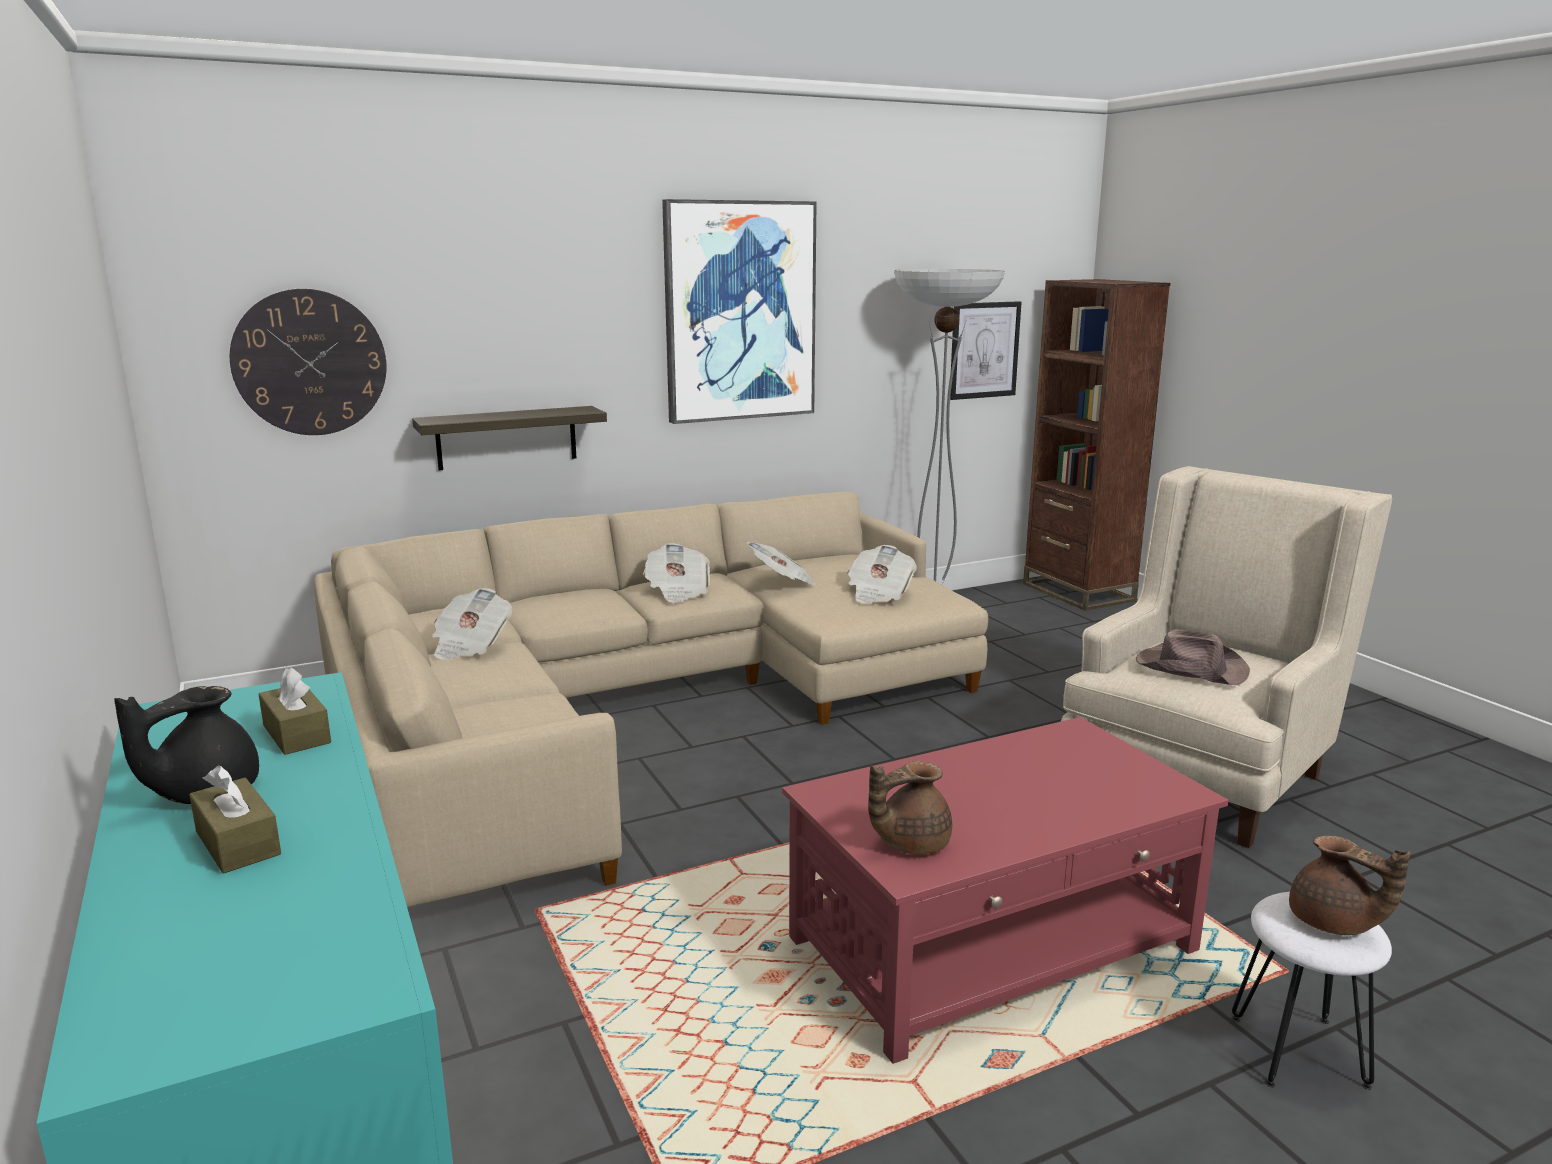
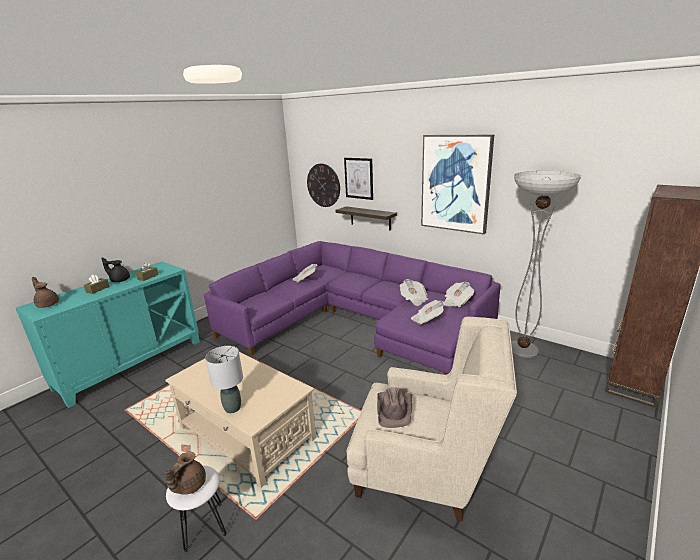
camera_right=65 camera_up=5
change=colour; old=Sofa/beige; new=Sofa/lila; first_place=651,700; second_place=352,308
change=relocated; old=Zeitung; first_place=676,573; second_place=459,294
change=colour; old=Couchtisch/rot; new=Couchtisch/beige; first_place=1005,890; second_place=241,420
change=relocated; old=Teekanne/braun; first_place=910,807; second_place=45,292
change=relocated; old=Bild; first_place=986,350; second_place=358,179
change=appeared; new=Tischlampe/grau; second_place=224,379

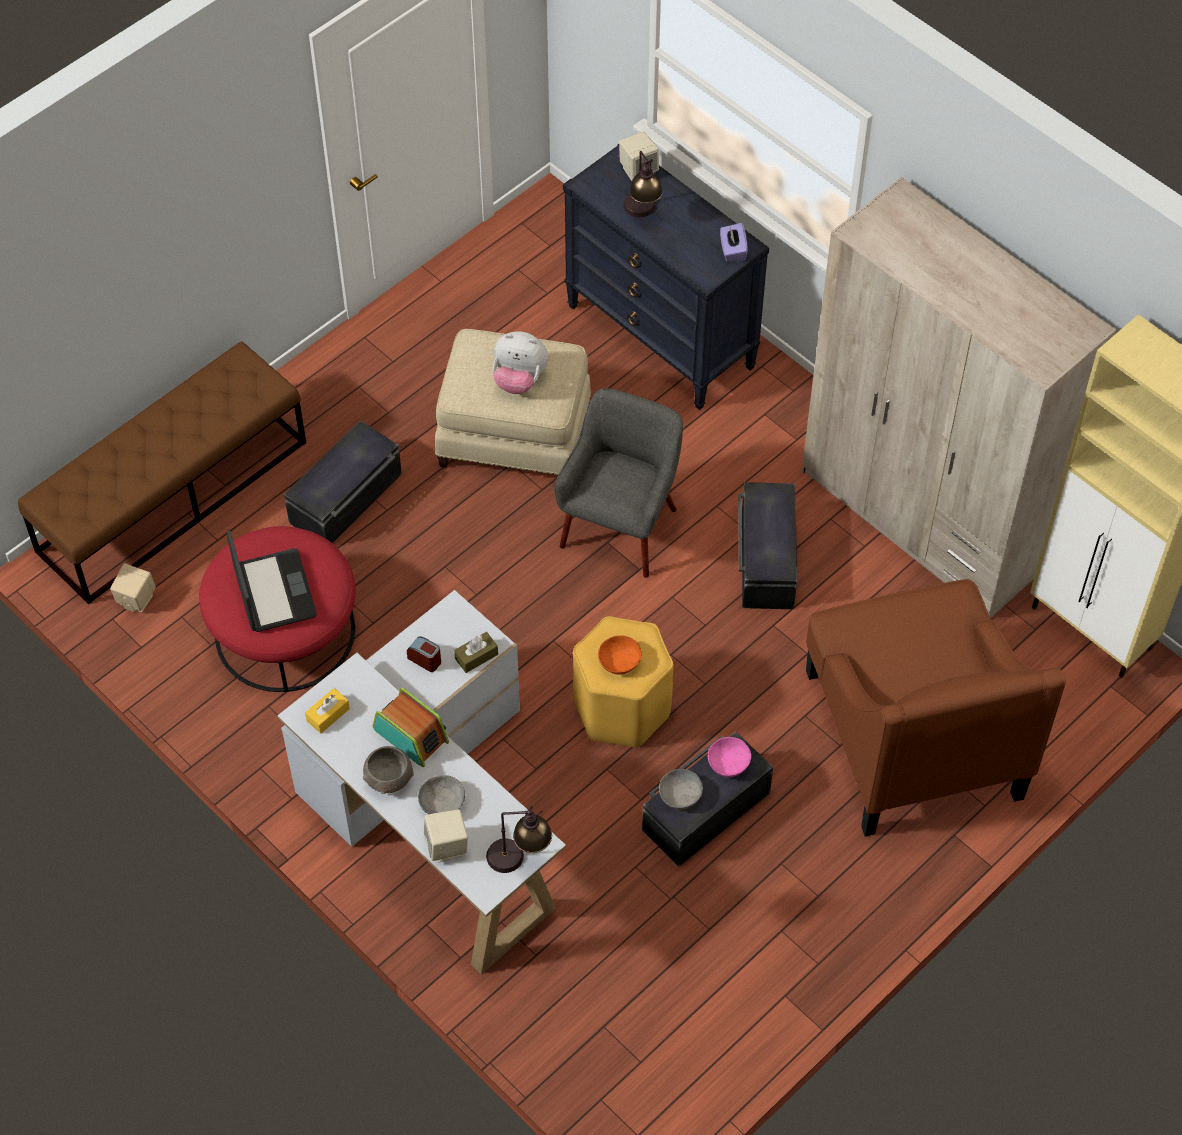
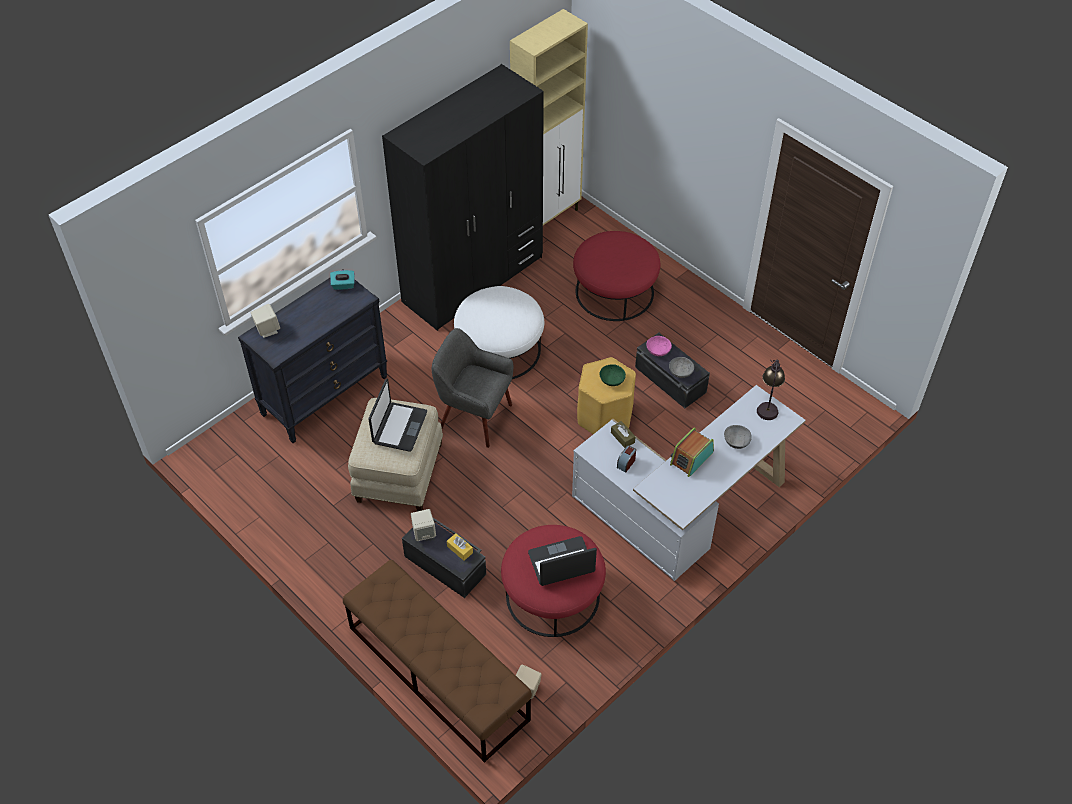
camera_right=-90 camera_up=-5
change=relocated; old=Taschentuchbox/gelb; first_place=327,711; second_place=460,547
change=missing; old=Schüssel/grau; first_place=388,770
change=relocated; old=Lautsprecher/beige; first_place=446,836; second_place=423,525
change=exchanged; old=Plüschtier; new=Laptop; first_place=520,362; second_place=397,415
change=colour; old=Schüssel/orange; new=Schüssel/grün; first_place=620,655; second_place=613,375
change=missing; old=Tischlampe; first_place=643,184
change=colour; old=Taschentuchbox/lila; new=Taschentuchbox/türkis; first_place=734,242; second_place=342,280
change=exchanged; old=Aufbewahrungsbox/schwarz; new=Polsterhocker/weiß; first_place=767,545; second_place=499,332
change=colour; old=Kleiderschrank/beige; new=Kleiderschrank/schwarz; first_place=959,397; second_place=463,197
change=exchanged; old=Sessel/braun; new=Polsterhocker/rot; first_place=936,707; second_place=616,276

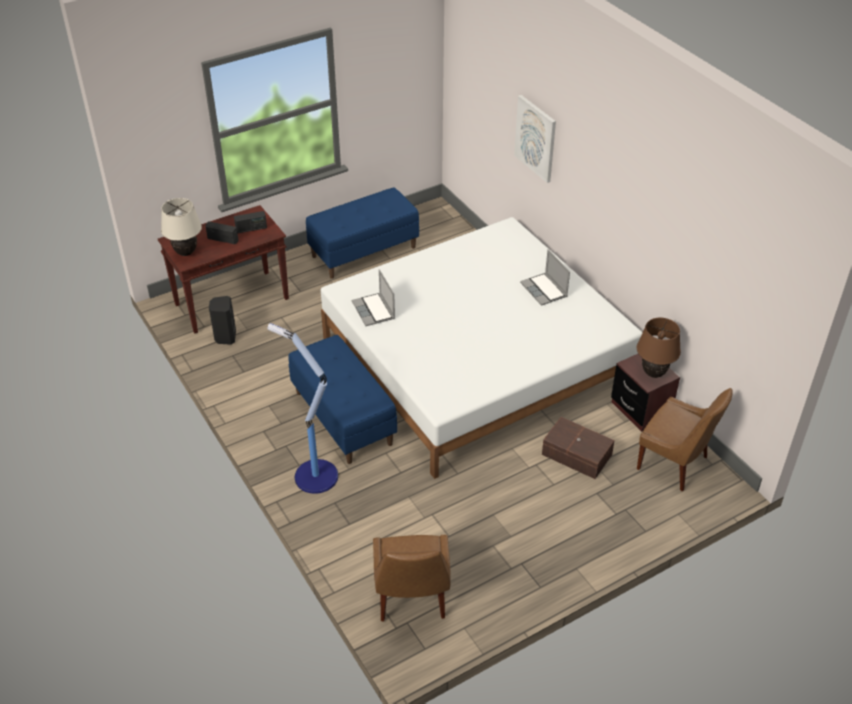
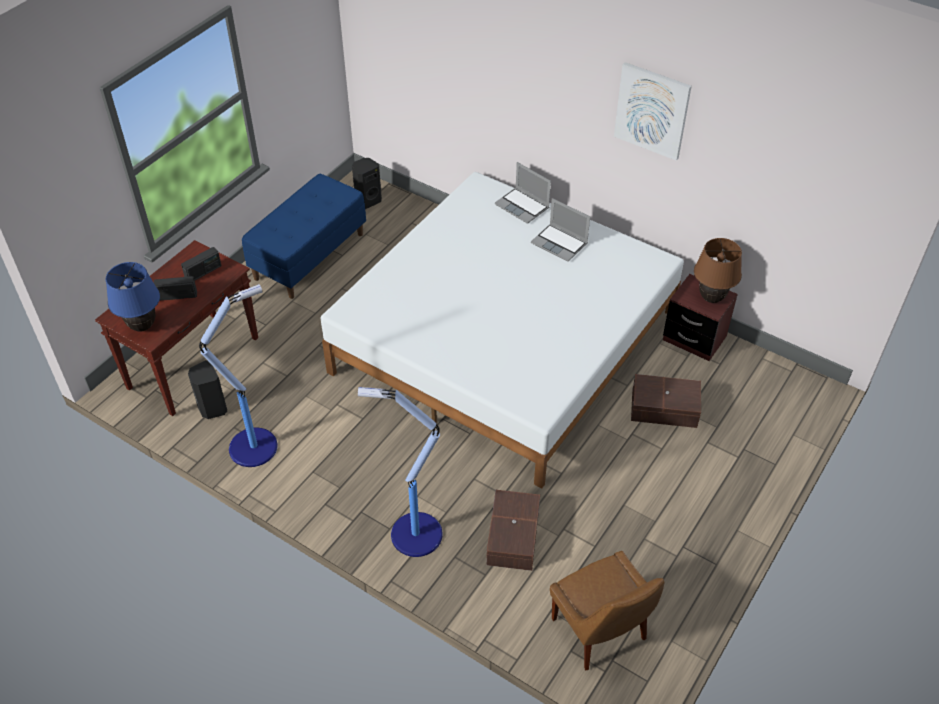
camera_right=-25 camera_up=5
change=colour; old=Tischlampe/beige; new=Tischlampe/blau; first_place=181,227; second_place=133,296
change=missing; old=Bank/blau; first_place=342,399
change=relocated; old=Laptop; first_place=373,297; second_place=523,193
change=relocated; old=Bild; first_place=535,139; second_place=653,111
change=missing; old=Stuhl/braun; first_place=685,439
change=appeared; new=Stehlampe; second_place=238,375
change=appeared; new=Lautsprecher/schwarz; second_place=367,183
change=appeared; new=Aufbewahrungsbox/braun; second_place=513,530

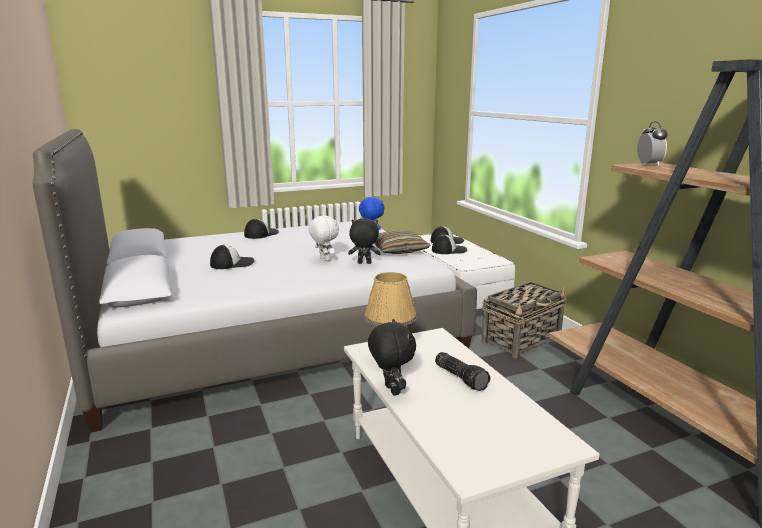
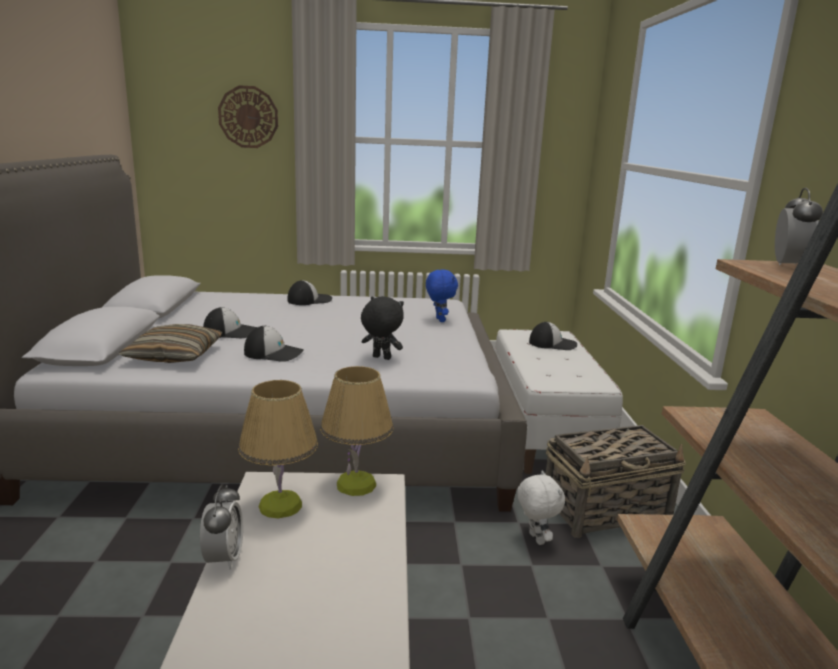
camera_right=20 camera_up=0
change=relocated; old=Plüschtier/weiß; first_place=323,238; second_place=541,507
change=exchanged; old=Plüschtier/schwarz; new=Wecker; first_place=392,357; second_place=221,527
change=relocated; old=Kissen; first_place=402,242; second_place=170,343
change=relocated; old=Kappe; first_place=449,244; second_place=274,344
change=missing; old=Taschenlampe; first_place=462,371
change=appeared; new=Wanduhr; second_place=248,116
change=appeared; new=Tischlampe; second_place=356,431

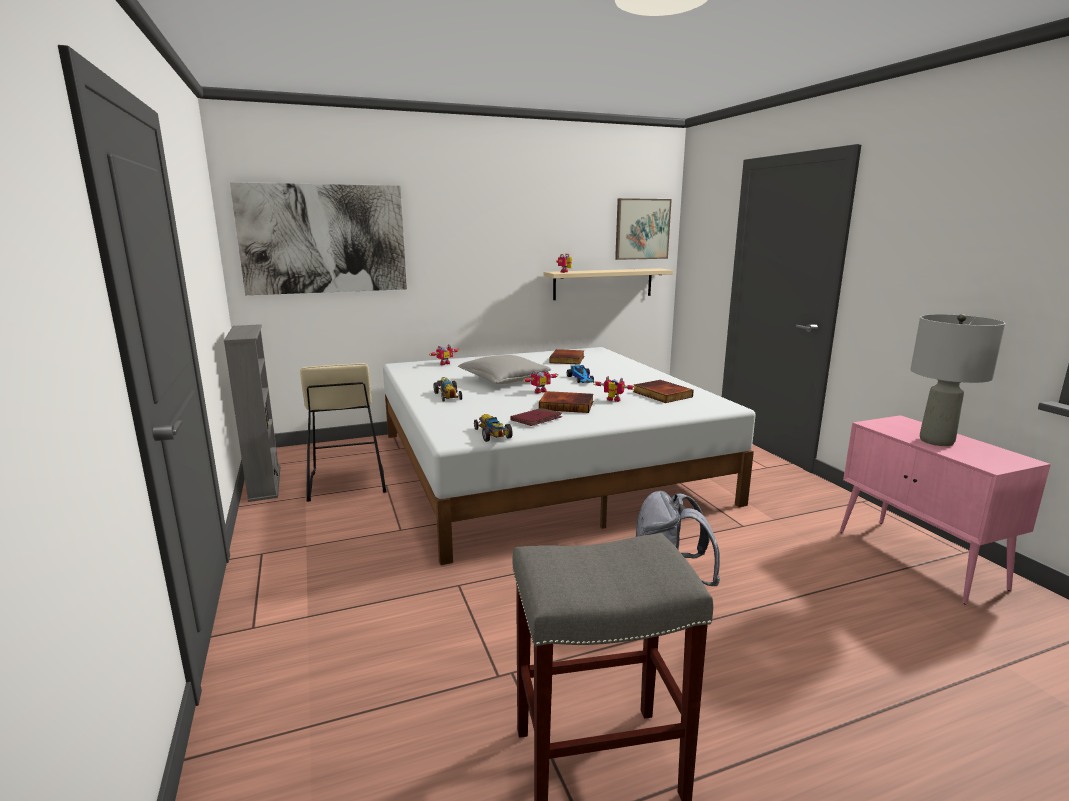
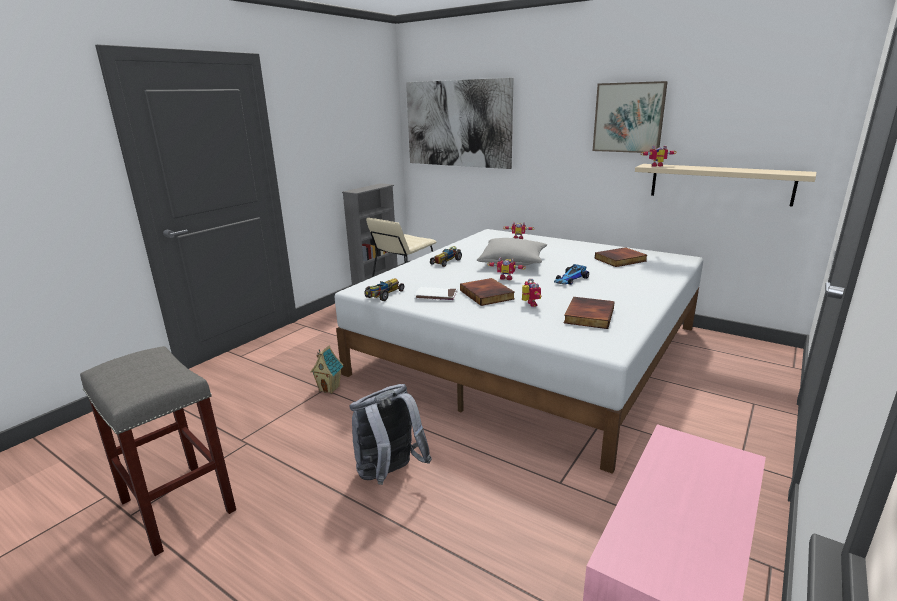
camera_right=55 camera_up=5
change=colour; old=Buch/rot; new=Buch/weiß; first_place=536,417; second_place=435,294
change=relocated; old=Bild; first_place=643,229; second_place=630,117
change=missing; old=Tischlampe/grau; first_place=957,380
change=appeared; new=Spielzeughaus; second_place=327,369

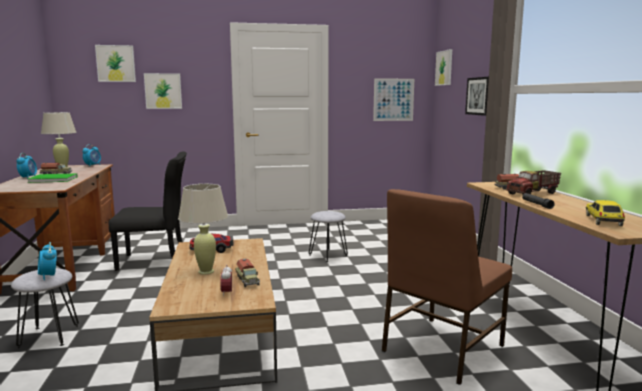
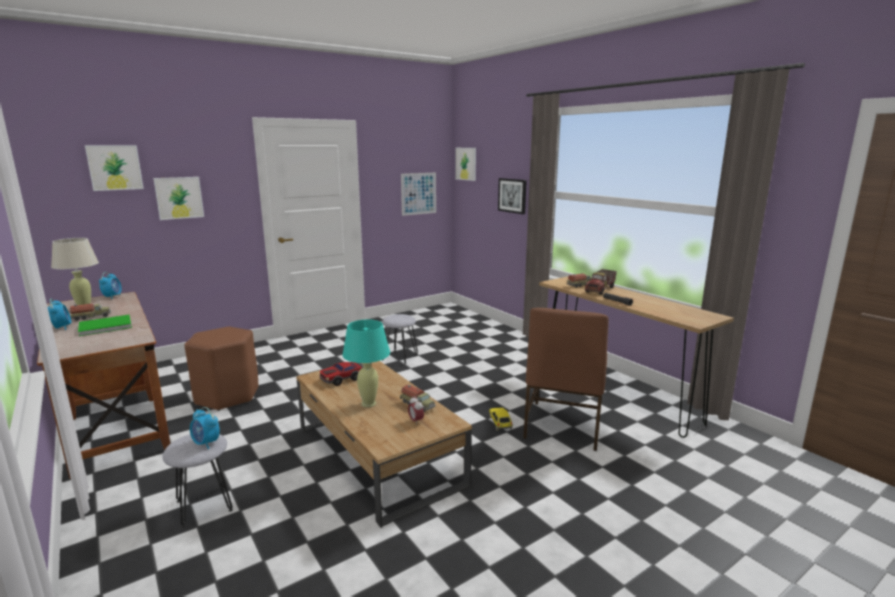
camera_right=-25 camera_up=5
change=exchanged; old=Stuhl/schwarz; new=Hocker/braun; first_place=148,211; second_place=221,369
change=colour; old=Tischlampe/beige; new=Tischlampe/türkis; first_place=203,229; second_place=366,363
change=relocated; old=Spielzeugauto; first_place=605,213; second_place=501,419

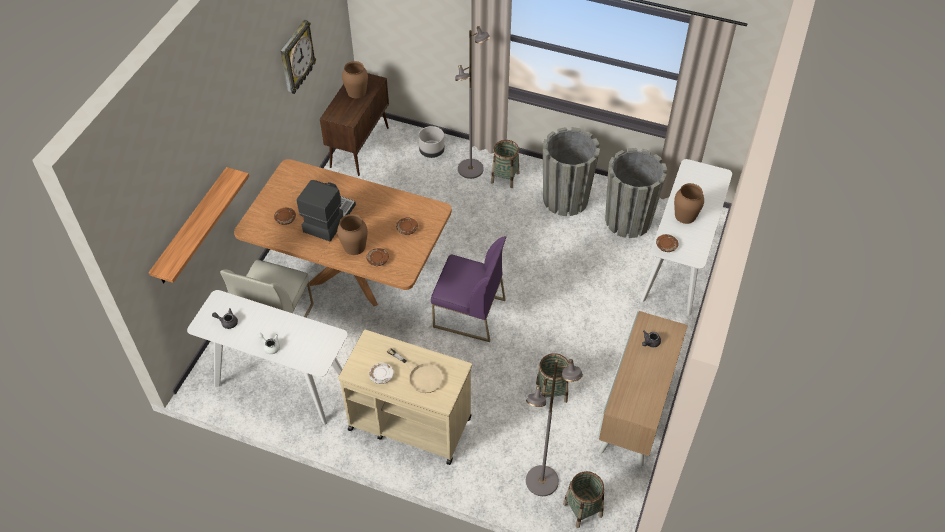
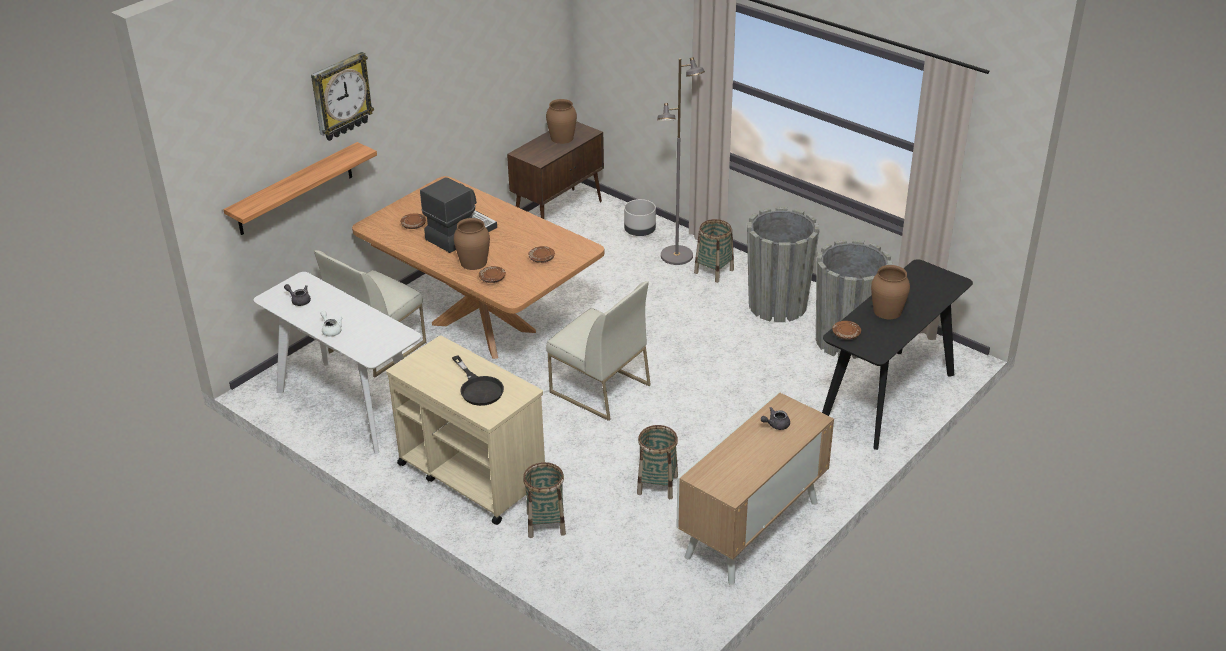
camera_right=20 camera_up=-15
change=relocated; old=Wanduhr; first_place=298,57; second_place=342,96
change=missing; old=Teller/weiß; first_place=381,373
change=colour; old=Pfanne/beige; new=Pfanne/schwarz; first_place=415,370; second_place=478,380
change=colour; old=Stuhl/lila; new=Stuhl/weiß; first_place=468,289; second_place=598,351
change=missing; old=Stehlampe/grau; first_place=554,427
change=relocated; old=Korb; first_place=583,499; second_place=544,500
change=colour; old=Konsolentisch/weiß; new=Konsolentisch/schwarz; first_place=686,237; second_place=897,354

